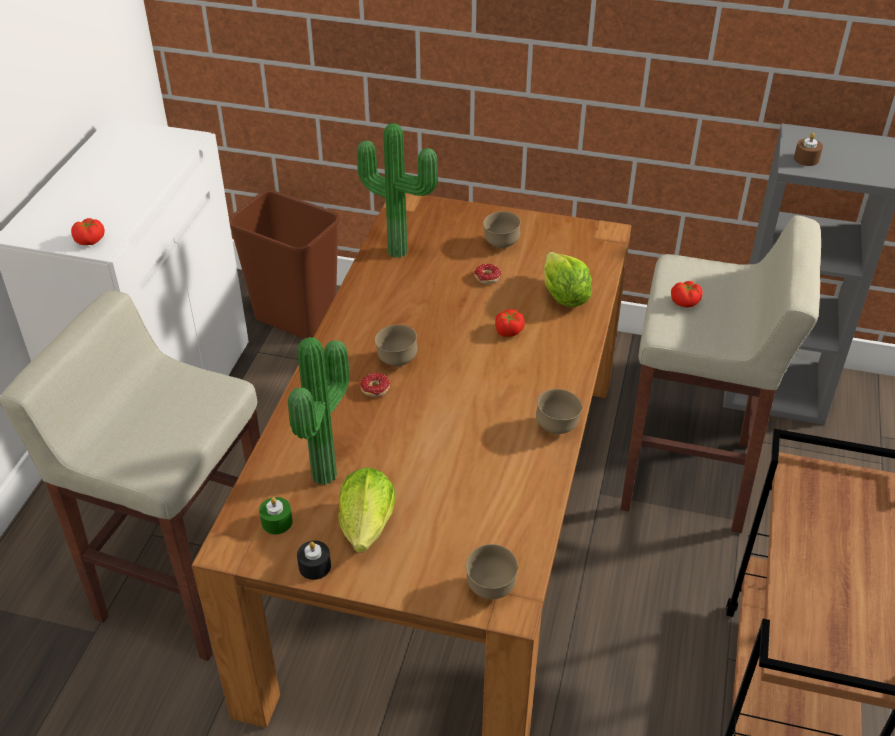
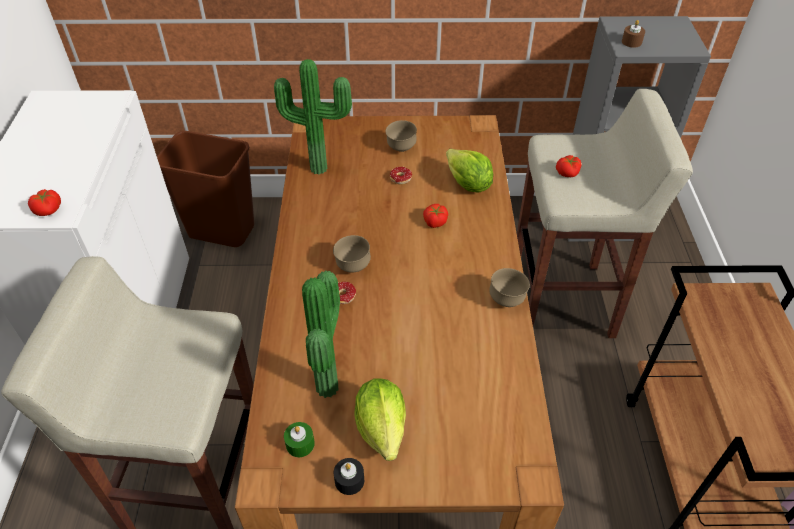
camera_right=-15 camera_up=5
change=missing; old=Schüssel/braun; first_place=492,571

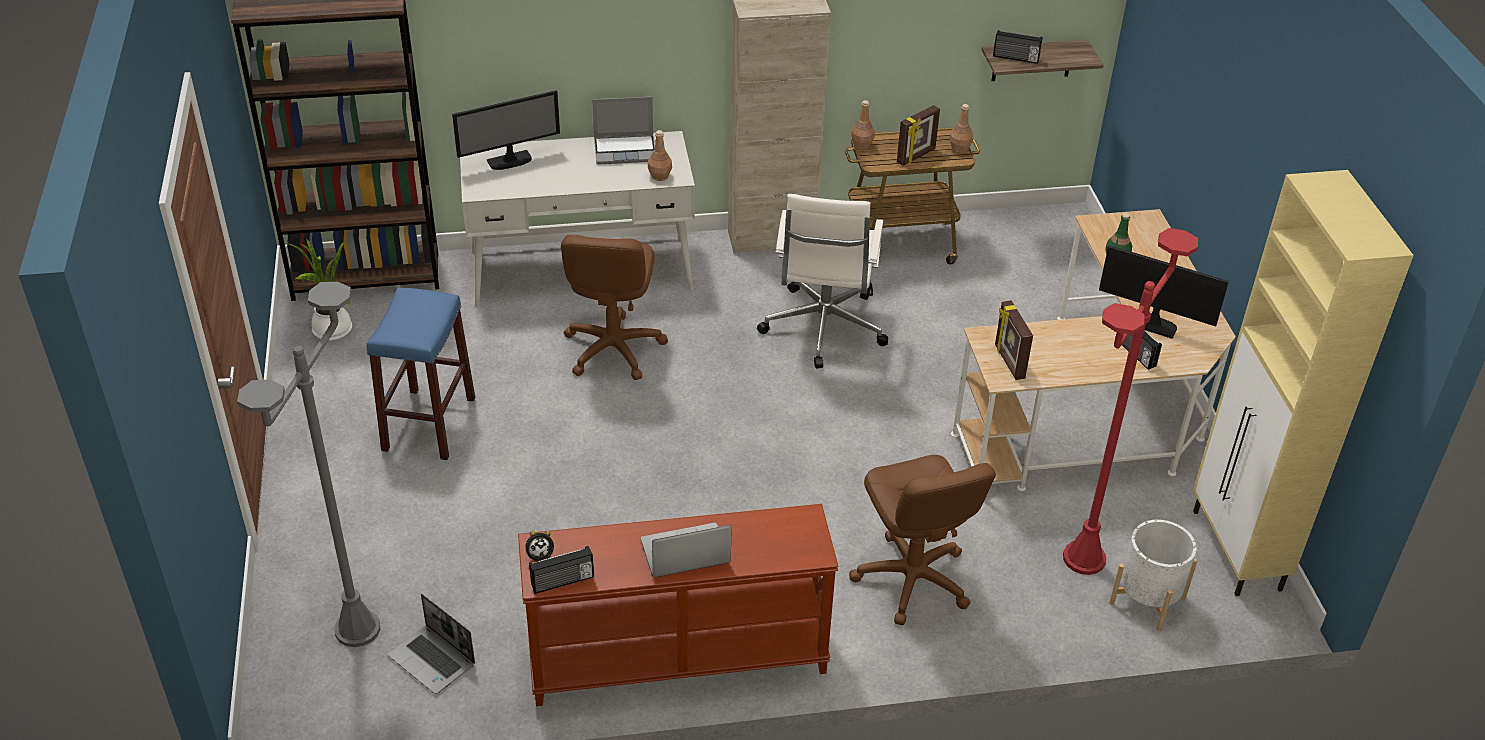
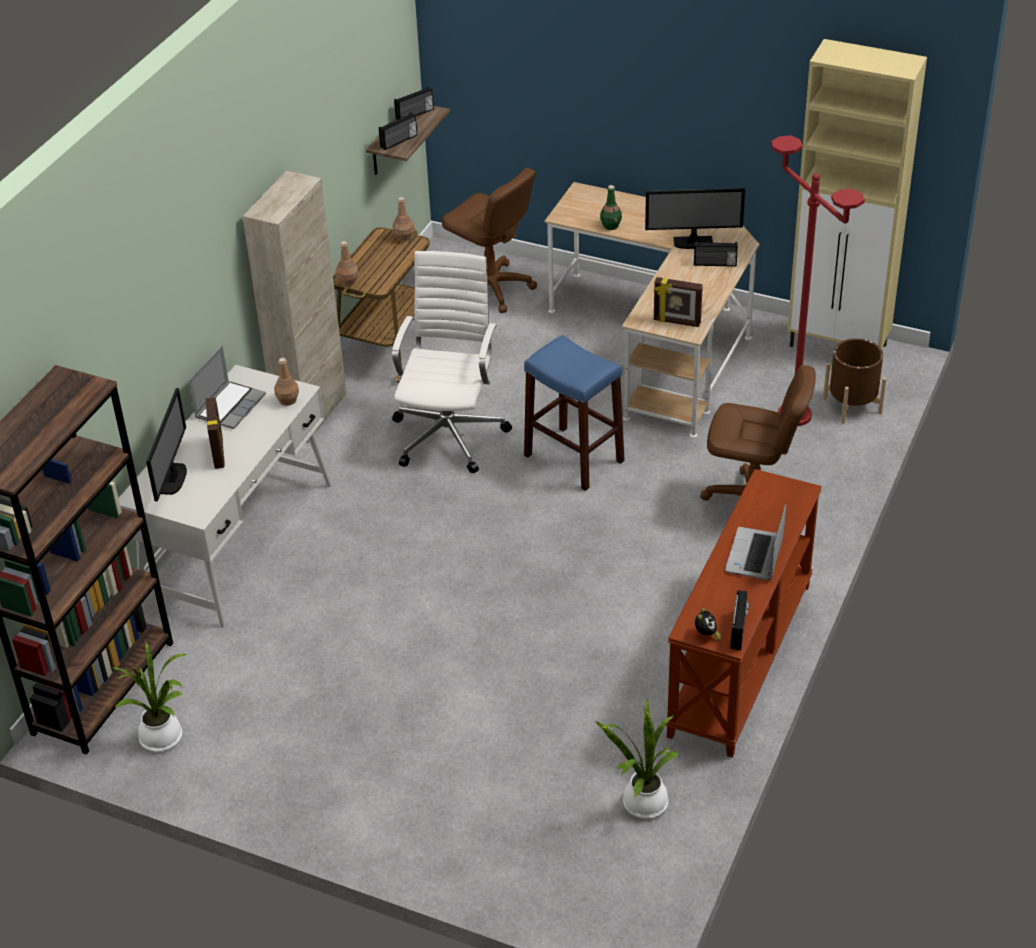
camera_right=-55 camera_up=0
change=missing; old=Stehlampe/grau; first_place=308,464
change=relocated; old=Hocker/blau; first_place=421,373; second_place=574,413
change=exchanged; old=Laptop; new=Topfpflanze; first_place=431,644; second_place=637,758
change=relocated; old=Bürostuhl/braun; first_place=614,307; second_place=489,240
change=spun; old=Bürostuhl/weiß; first_place=822,281; second_place=452,362; degrees=-120
change=relocated; old=Bilderrahmen; first_place=918,135; second_place=215,433
change=spun; old=Monitor; first_place=1164,292; second_place=695,218; degrees=-150
change=colour; old=Pflanzkübel/weiß; new=Pflanzkübel/braun; first_place=1153,575; second_place=855,381
change=appeared; new=Radio; second_place=414,103

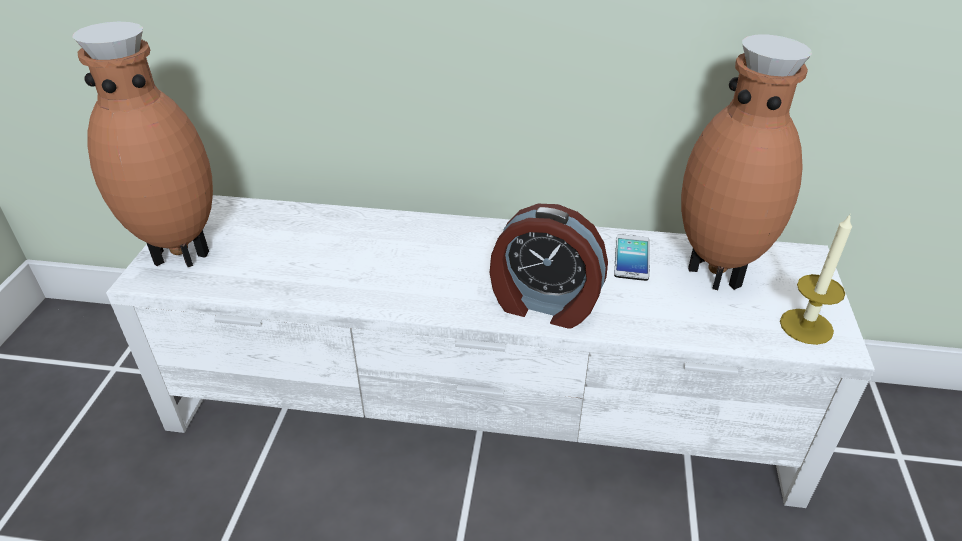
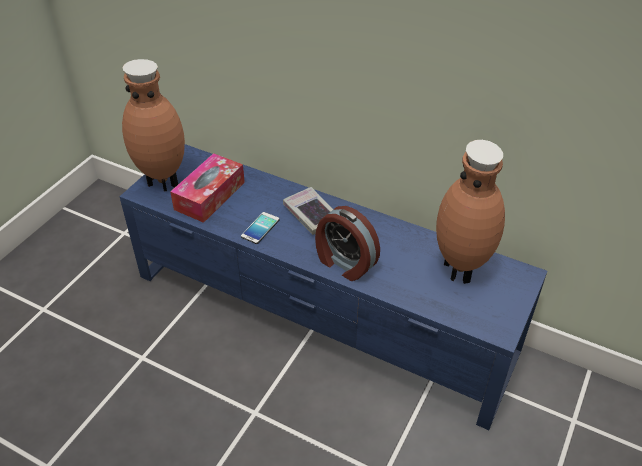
camera_right=20 camera_up=5
change=colour; old=Fernsehschrank/weiß; new=Fernsehschrank/blau; first_place=490,351; second_place=333,287
change=relocated; old=Handy; first_place=632,257; second_place=260,228
change=missing; old=Kerze; first_place=816,279
change=appeared; new=Taschentuchbox; second_place=207,188
change=appeared; new=Buch; second_place=308,211

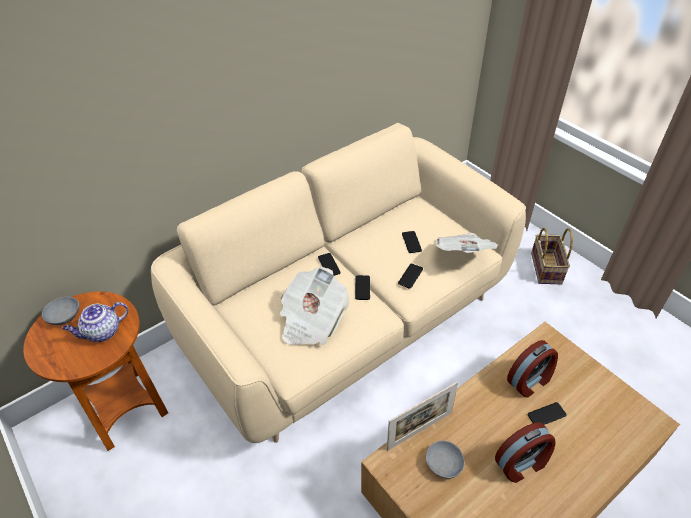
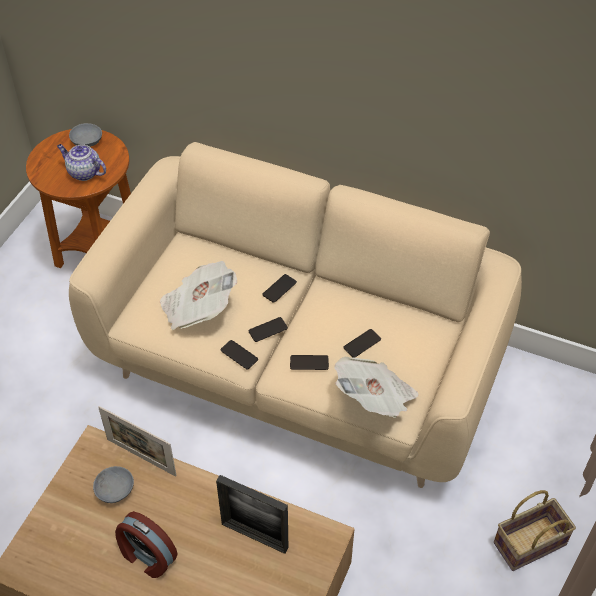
camera_right=60 camera_up=5
change=exchanged; old=Wecker; new=Bilderrahmen; first_place=532,368; second_place=252,514
change=relocated; old=Handy; first_place=547,413; second_place=239,355

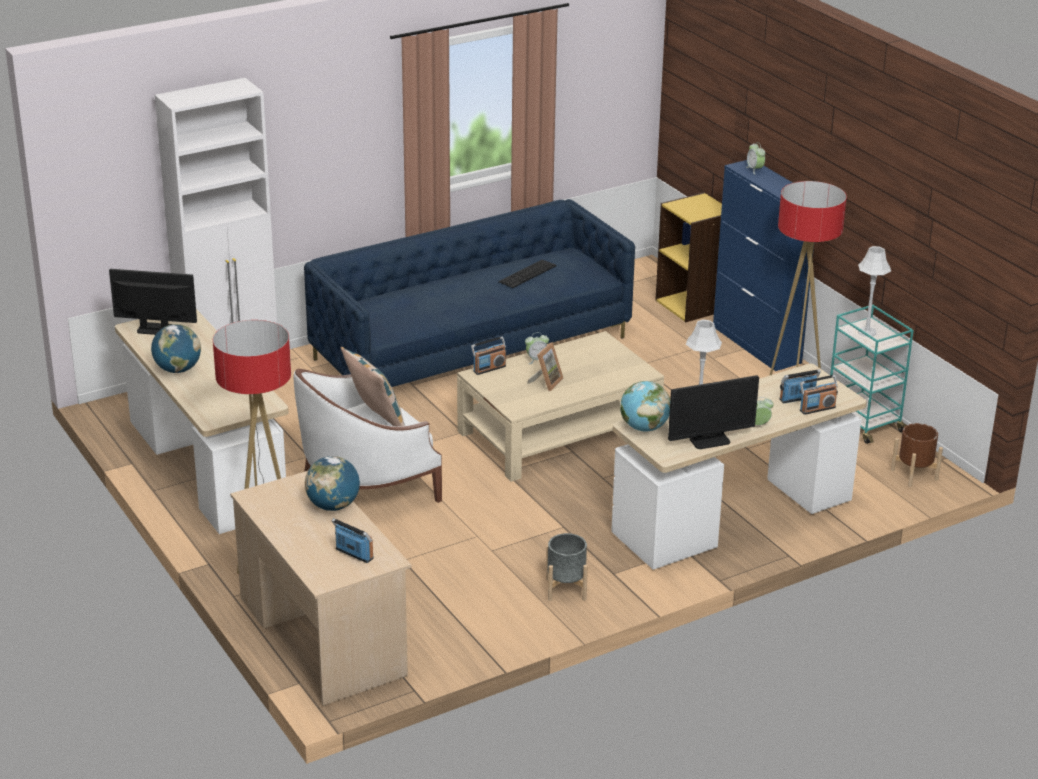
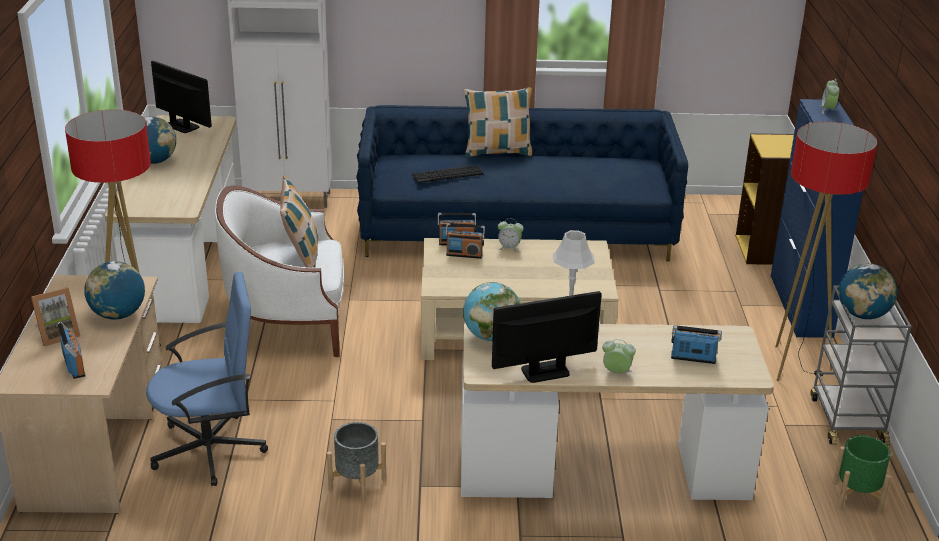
camera_right=30 camera_up=0
change=relocated; old=Tastatur; first_place=528,273; second_place=448,174
change=relocated; old=Bilderrahmen; first_place=545,366; second_place=55,317
change=spun; old=Monitor; first_place=713,412; second_place=547,337; degrees=150
change=relocated; old=Radio; first_place=819,395; second_place=465,241
change=colour; old=Rollwagen/türkis; new=Rollwagen/grau; first_place=872,374; second_place=861,365
change=exchanged; old=Tischlampe/grau; new=Globus; first_place=874,291; second_place=868,291
change=colour; old=Pflanzkübel/braun; new=Pflanzkübel/grün; first_place=917,455; second_place=862,474
change=appeared; new=Bürostuhl/blau; second_place=207,379
change=appeared; new=Kissen; second_place=498,122

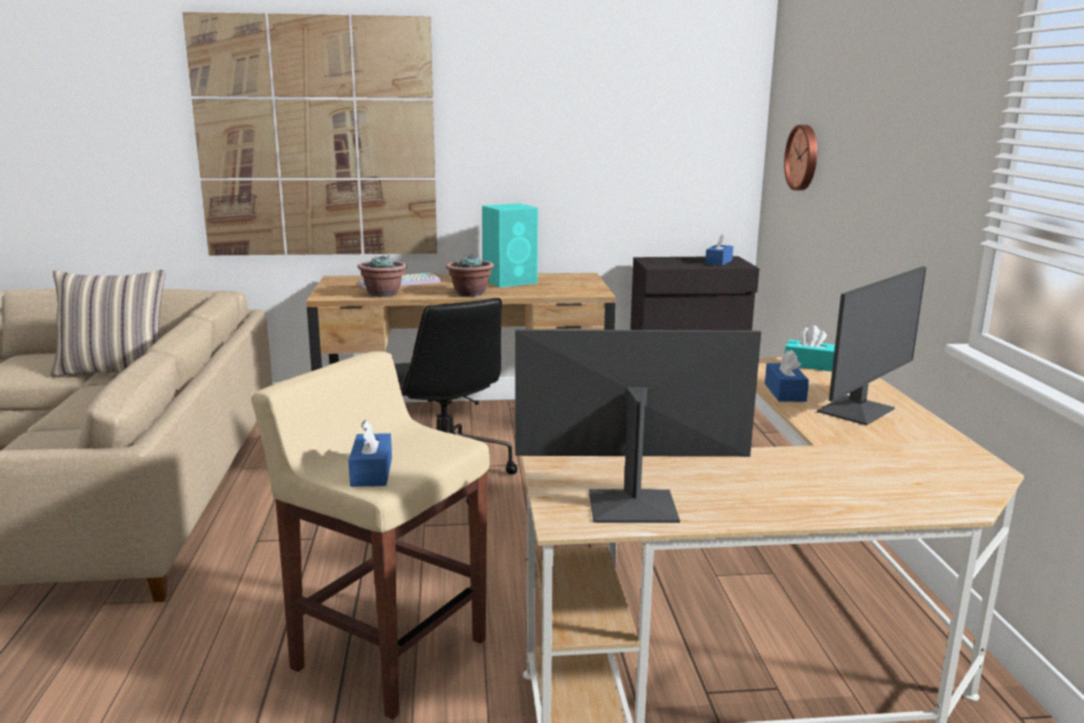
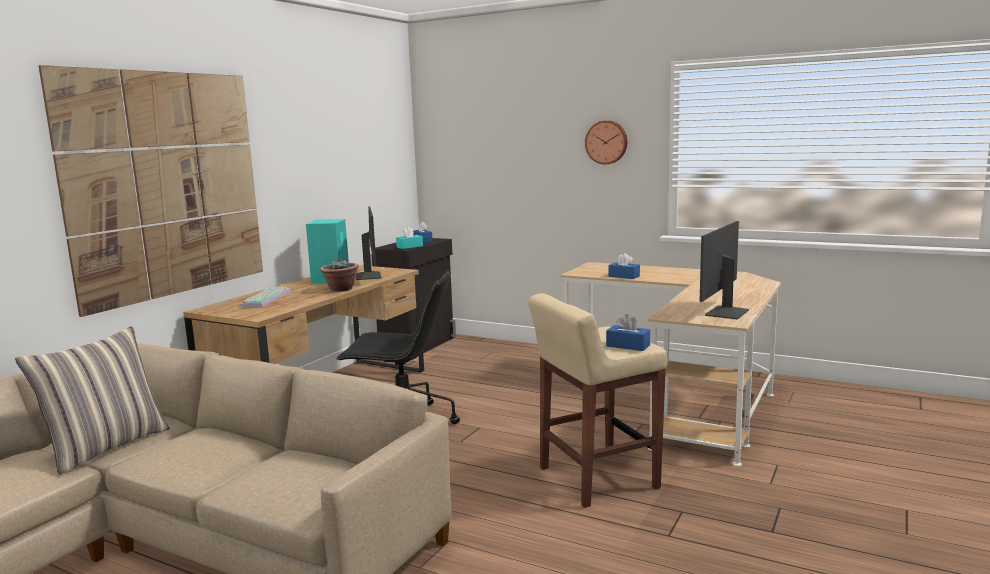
camera_right=-55 camera_up=-5
change=missing; old=Topfpflanze; first_place=382,275
change=relocated; old=Wanduhr; first_place=800,157; second_place=606,142
change=relocated; old=Taschentuchbox/türkis; first_place=809,348; second_place=409,238
change=relocated; old=Monitor; first_place=872,346; second_place=368,243

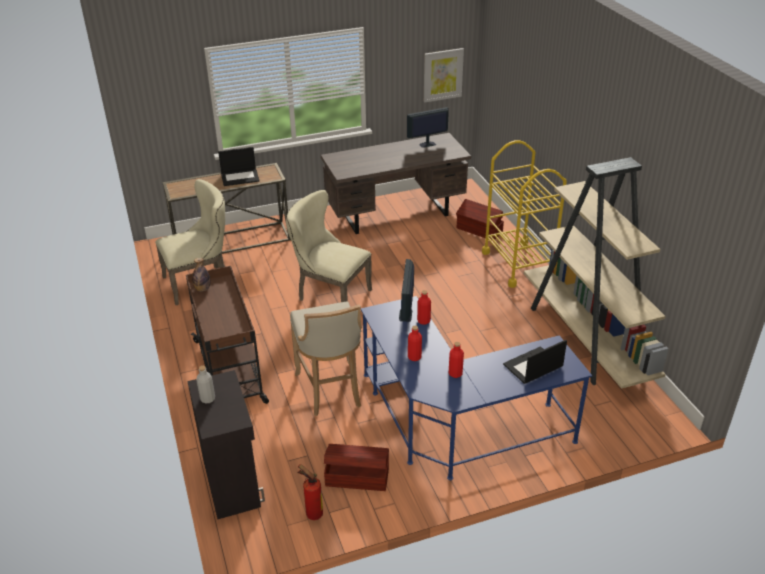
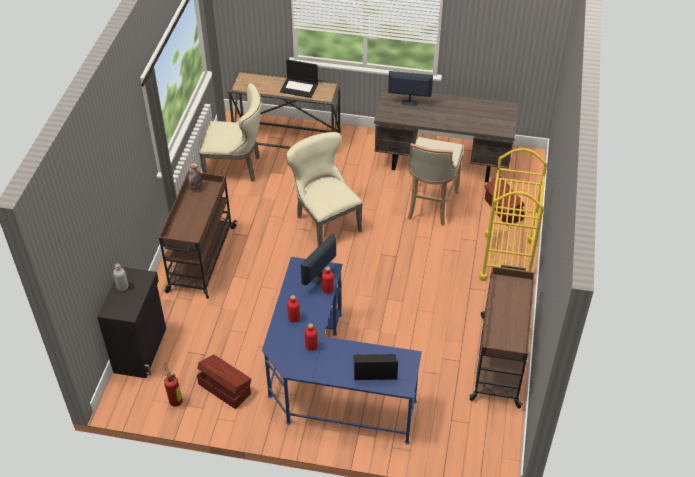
camera_right=30 camera_up=10
change=relocated; old=Hocker/beige; first_place=326,358; second_place=435,181
change=relocated; old=Monitor; first_place=428,127; second_place=410,88
change=missing; old=Bild; first_place=444,75
change=exchanged; old=Bücherregal/beige; new=Rollwagen/braun; first_place=596,273; second_place=502,337

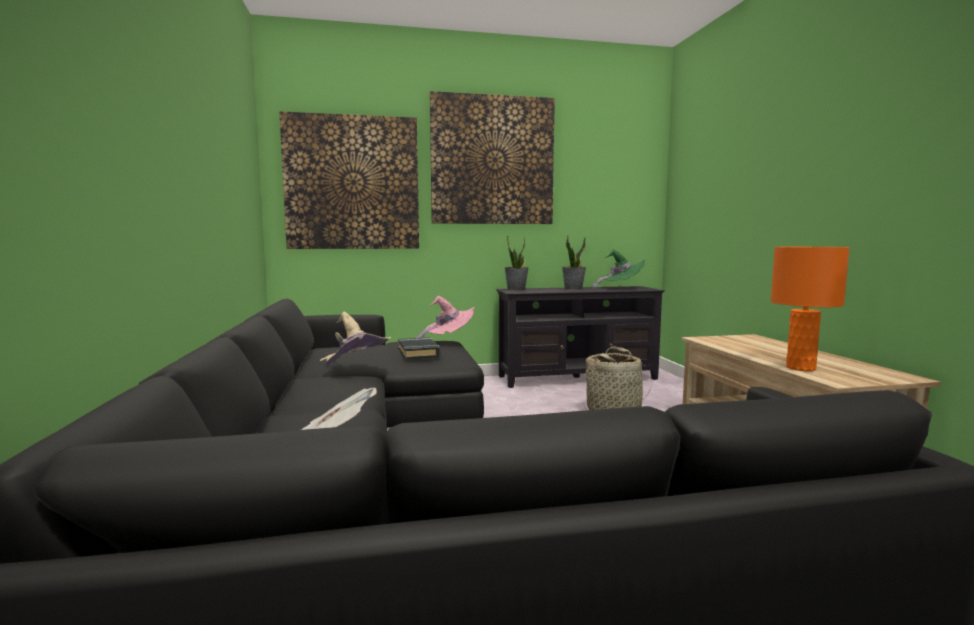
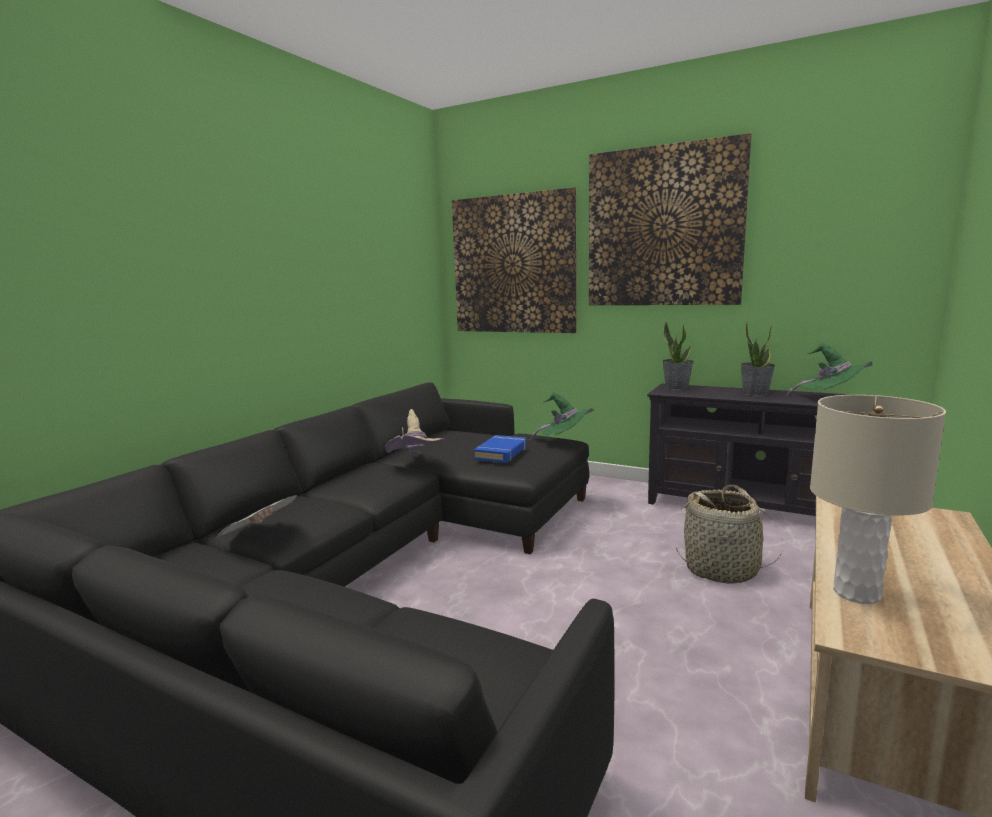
camera_right=40 camera_up=5
change=colour; old=Buch/schwarz; new=Buch/blau; first_place=419,348; second_place=500,449
change=colour; old=Hut/rosa; new=Hut/grün; first_place=445,317; second_place=561,416
change=colour; old=Tischlampe/orange; new=Tischlampe/beige; first_place=810,309; second_place=878,499

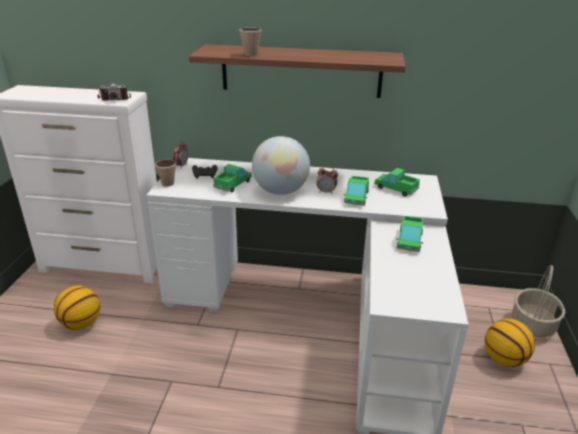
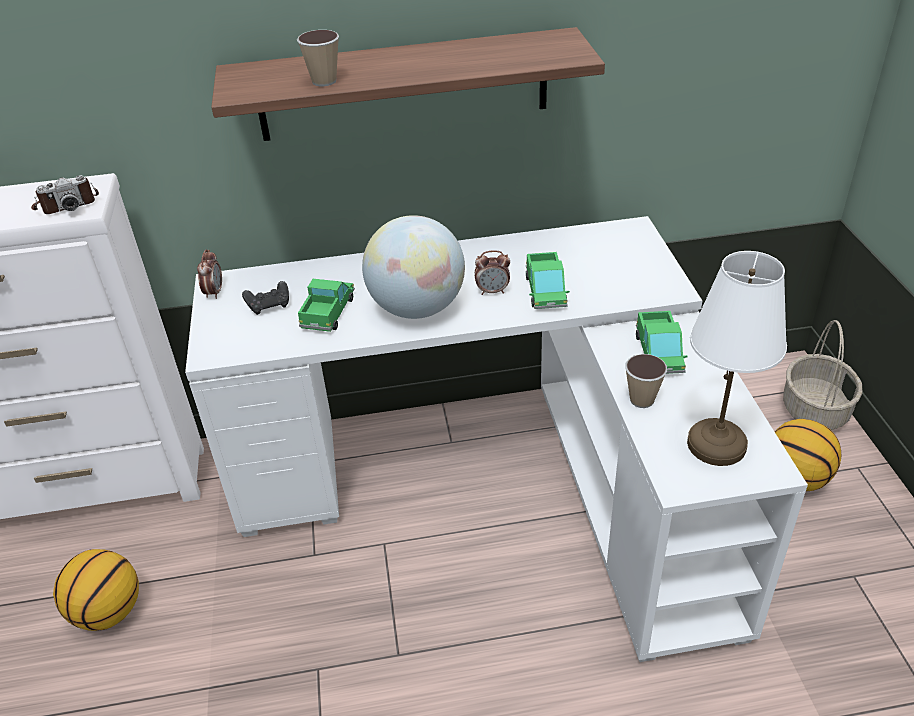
camera_right=-15 camera_up=10
change=relocated; old=Tasse; first_place=165,173; second_place=646,381
change=missing; old=Spielzeuglaster; first_place=397,182
change=appeared; new=Tischlampe/weiß; second_place=737,358

